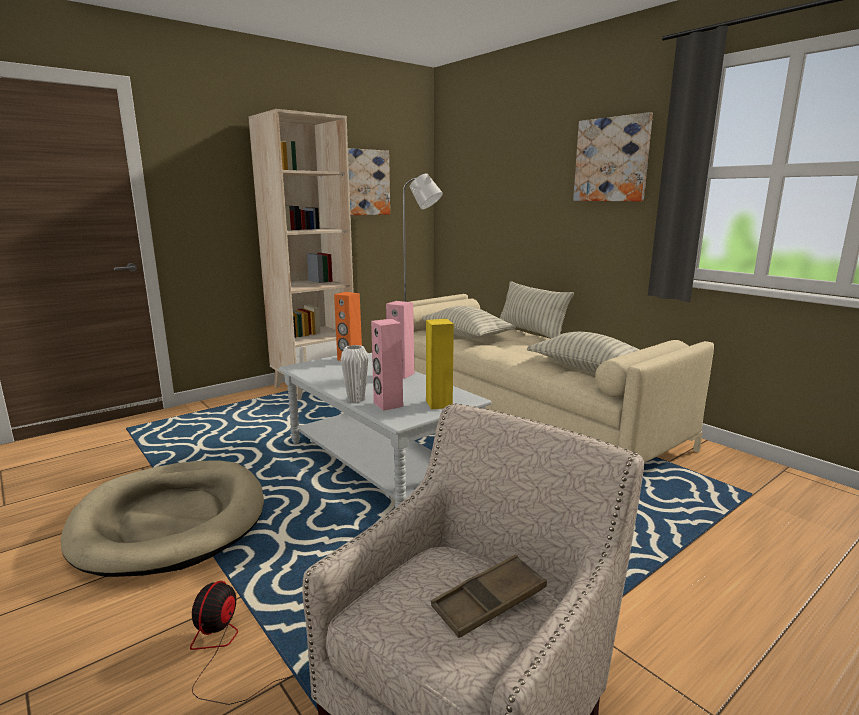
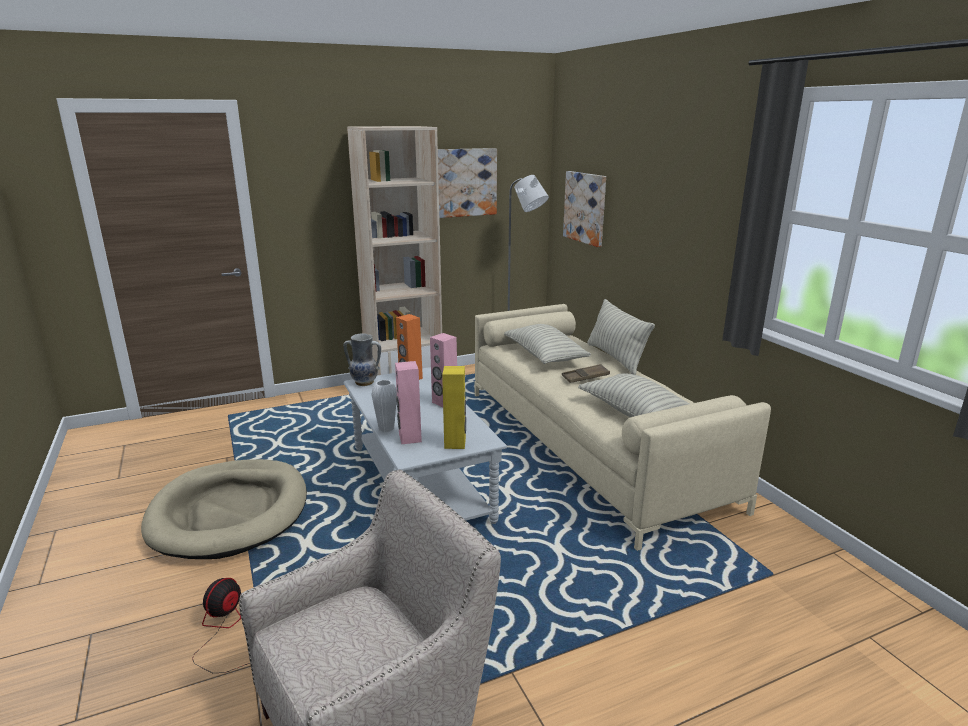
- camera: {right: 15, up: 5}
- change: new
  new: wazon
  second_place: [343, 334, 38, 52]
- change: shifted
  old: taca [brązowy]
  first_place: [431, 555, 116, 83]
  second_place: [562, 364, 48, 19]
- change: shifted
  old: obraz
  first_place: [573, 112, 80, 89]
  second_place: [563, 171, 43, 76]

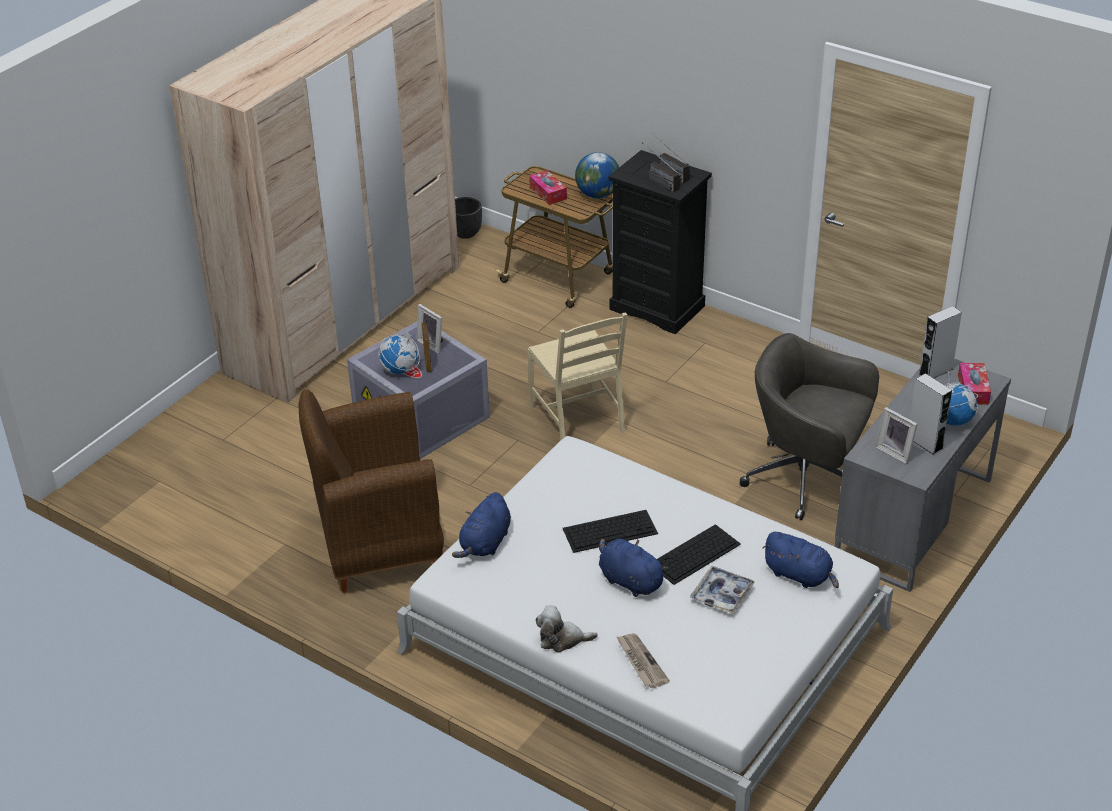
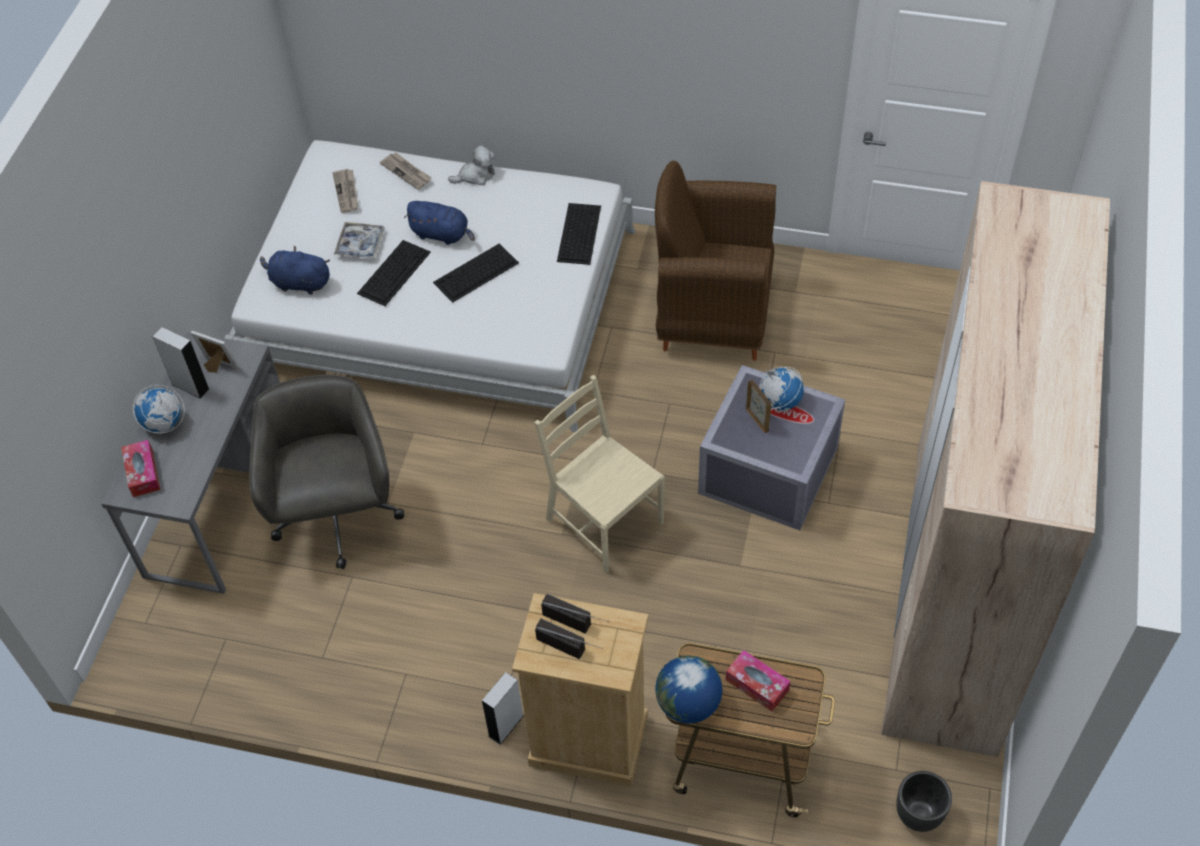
- camera: {right: 160, up: 15}
- change: rotated
  old: krzesło biurowe [szary]
  first_place: [740, 333, 139, 187]
  second_place: [249, 374, 155, 195]
  degrees: -105
- change: new
  new: gazeta
  second_place: [333, 169, 25, 44]
- change: shifted
  old: głośnik [szary]
  first_place: [918, 306, 44, 72]
  second_place: [482, 672, 42, 73]
- change: repainted
  old: komoda [czarny]
  new: komoda [beżowy]
  first_place: [608, 150, 104, 184]
  second_place: [512, 593, 136, 194]
- change: swapped
  old: pluszak [niebieski]
  new: klawiatura
  first_place: [452, 492, 59, 66]
  second_place: [557, 203, 44, 62]
- change: rotated
  old: fotel [brązowy]
  first_place: [298, 389, 146, 204]
  second_place: [655, 160, 121, 201]
  degrees: -135
- change: gone
  old: ramka na zdjęcie
  first_place: [416, 304, 27, 50]

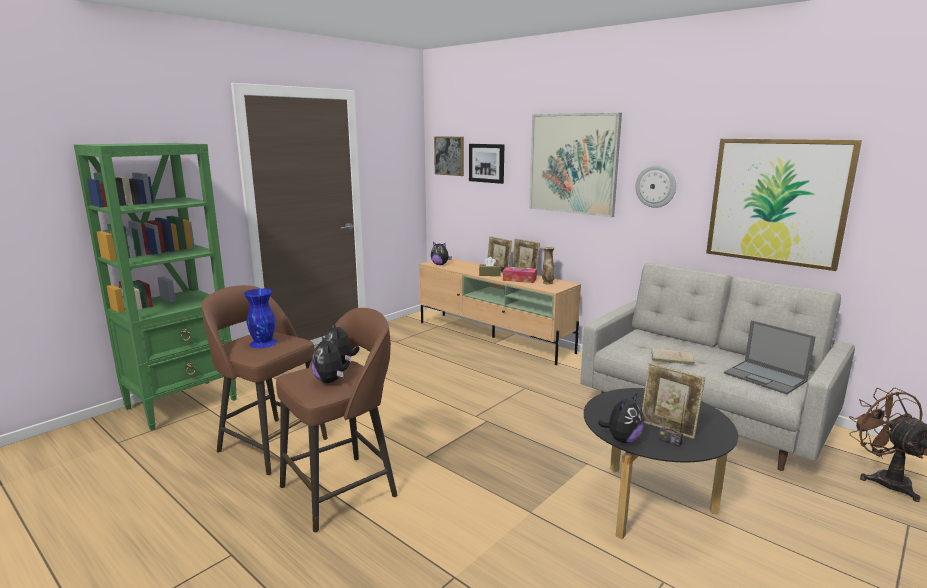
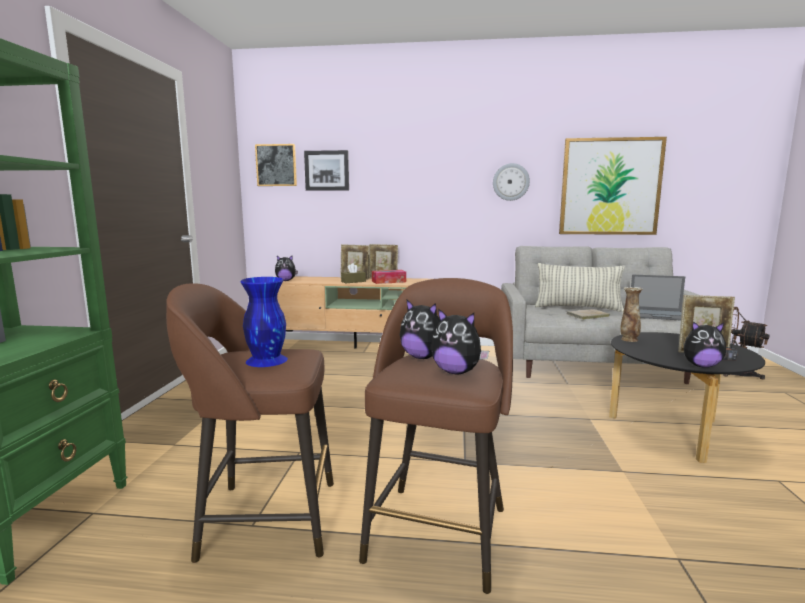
- camera: {right: -35, up: -5}
- change: new
  new: poduszka
  second_place: [535, 263, 90, 49]
- change: shifted
  old: wazon
  first_place: [542, 246, 13, 38]
  second_place: [620, 287, 23, 55]
- change: rotated
  old: pluszak
  first_place: [598, 392, 46, 51]
  second_place: [684, 321, 42, 47]
  degrees: 90
- change: gone
  old: obraz
  first_place: [529, 113, 93, 104]

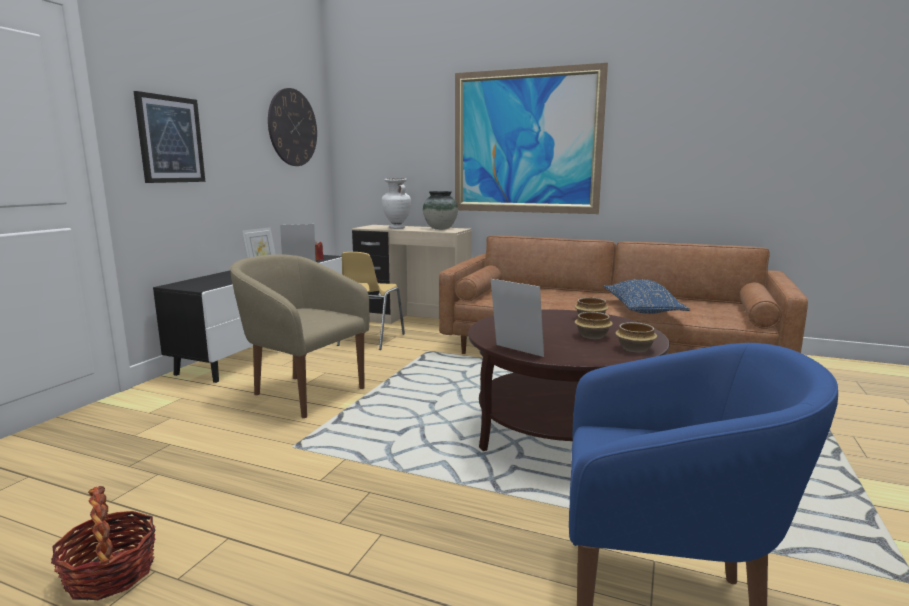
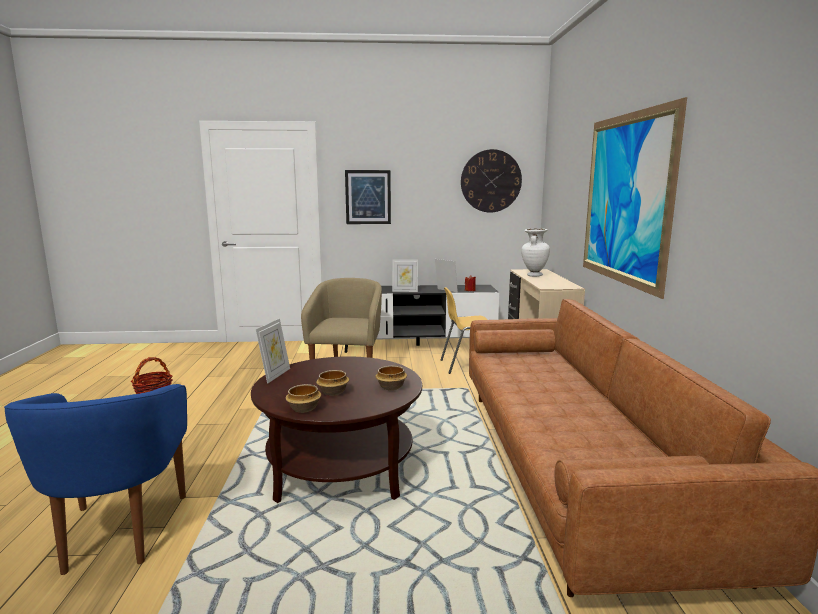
- camera: {right: 65, up: 0}
- change: gone
  old: wazon
  first_place: [423, 191, 35, 39]
- change: gone
  old: poduszka [niebieski]
  first_place: [604, 279, 86, 35]

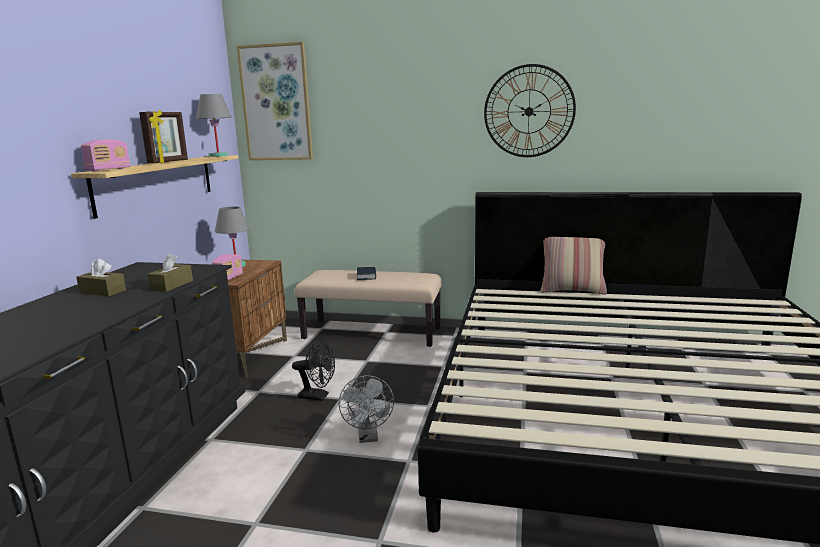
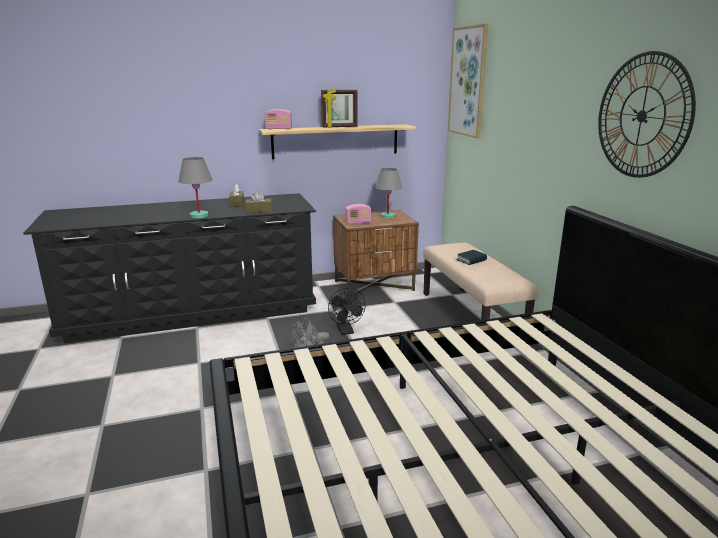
- camera: {right: 60, up: 5}
- change: shifted
  old: lampa stołowa [szary]
  first_place: [196, 94, 36, 63]
  second_place: [178, 157, 35, 61]
- change: gone
  old: poduszka
  first_place: [540, 237, 67, 58]

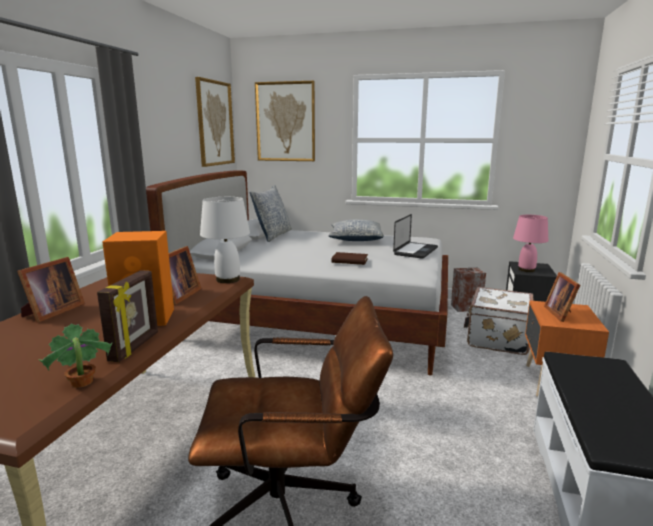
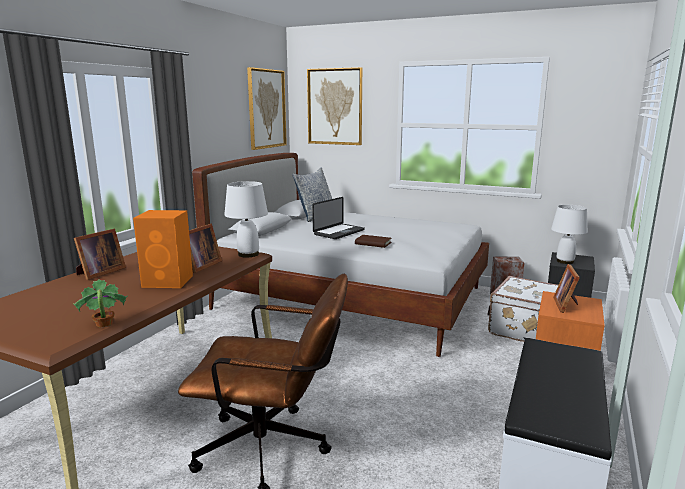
- camera: {right: 10, up: 0}
- change: shifted
  old: laptop
  first_place: [393, 214, 45, 45]
  second_place: [312, 197, 53, 42]
- change: repainted
  old: lampa stołowa [różowy]
  new: lampa stołowa [biały]
  first_place: [513, 215, 35, 57]
  second_place: [551, 205, 37, 59]
- change: gone
  old: ramka na zdjęcie
  first_place: [97, 270, 61, 92]
- change: gone
  old: poduszka
  first_place: [328, 219, 56, 22]

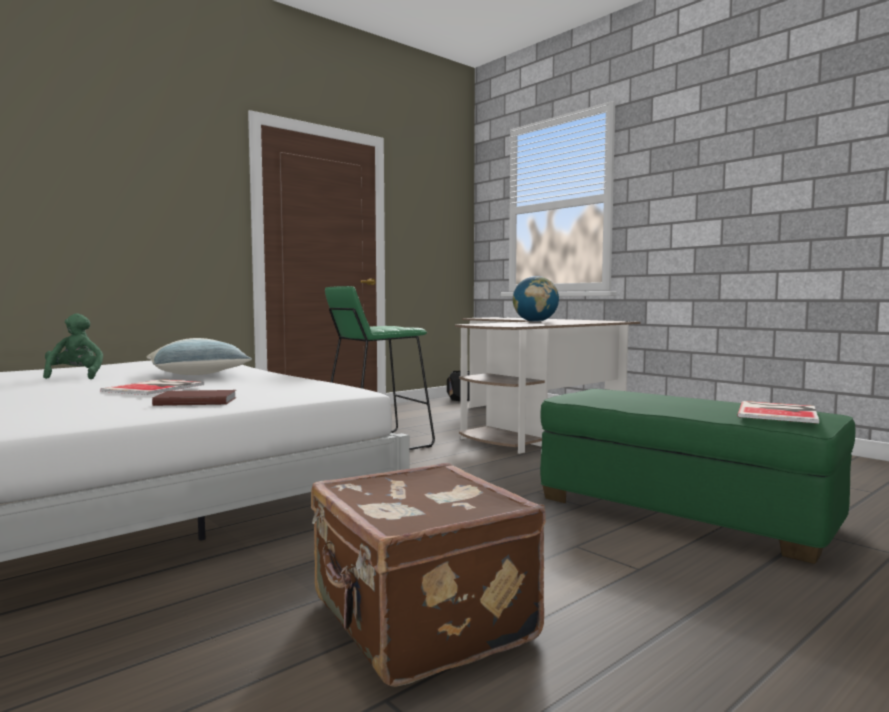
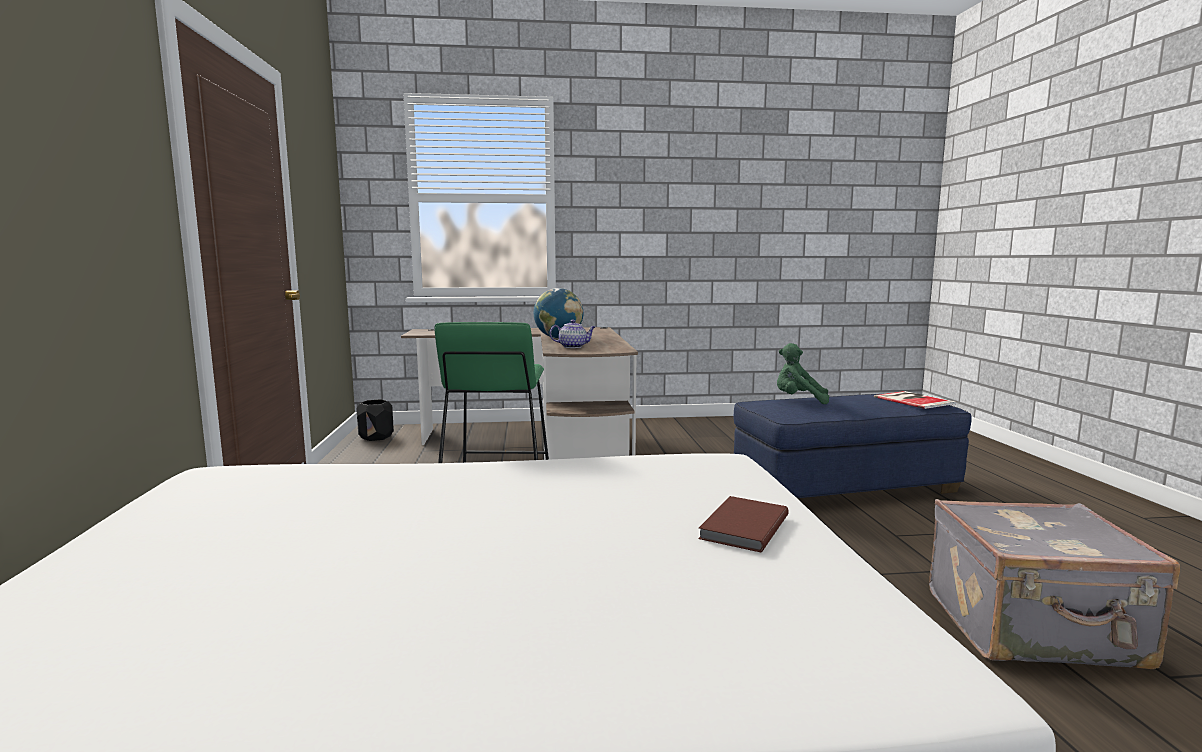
- camera: {right: -55, up: 5}
- change: new
  new: imbryk
  second_place: [550, 320, 45, 28]
- change: repainted
  old: pufa [zielony]
  new: pufa [niebieski]
  first_place: [540, 389, 316, 175]
  second_place: [734, 394, 238, 105]
- change: shifted
  old: pluszak [zielony]
  first_place: [43, 313, 60, 66]
  second_place: [777, 343, 52, 61]
- change: repainted
  old: walizka [brązowy]
  new: walizka [szary]
  first_place: [311, 463, 235, 224]
  second_place: [929, 499, 251, 170]
- change: gone
  old: książka
  first_place: [100, 379, 104, 16]
- change: gone
  old: poduszka
  first_place: [147, 338, 105, 37]

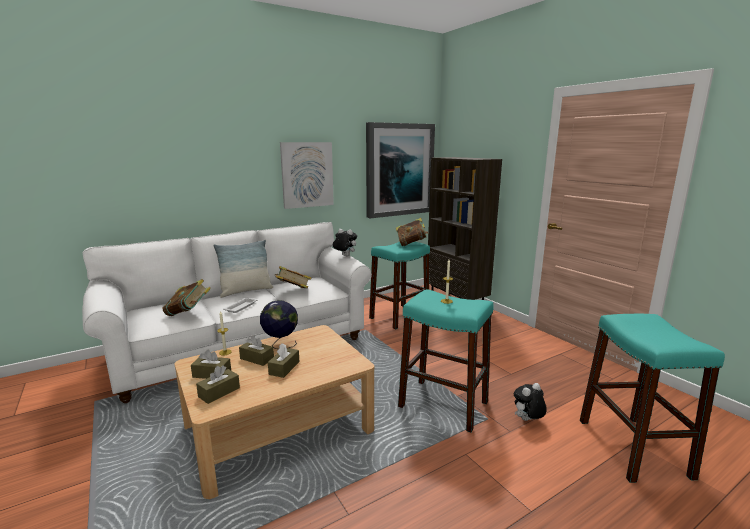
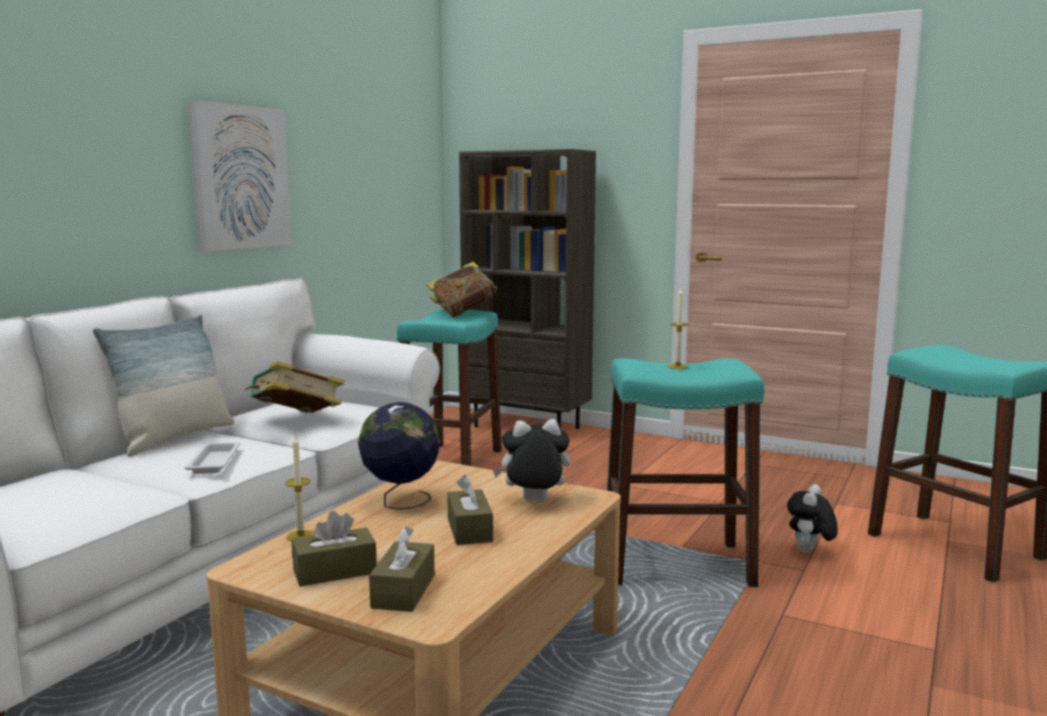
- camera: {right: -30, up: -5}
- change: shifted
  old: pluszak
  first_place: [333, 229, 24, 28]
  second_place: [492, 419, 78, 83]
- change: gone
  old: książka
  first_place: [162, 279, 49, 37]
- change: gone
  old: pudełko chusteczek [brązowy]
  first_place: [239, 335, 35, 31]
- change: gone
  old: obraz
  first_place: [366, 122, 69, 96]

